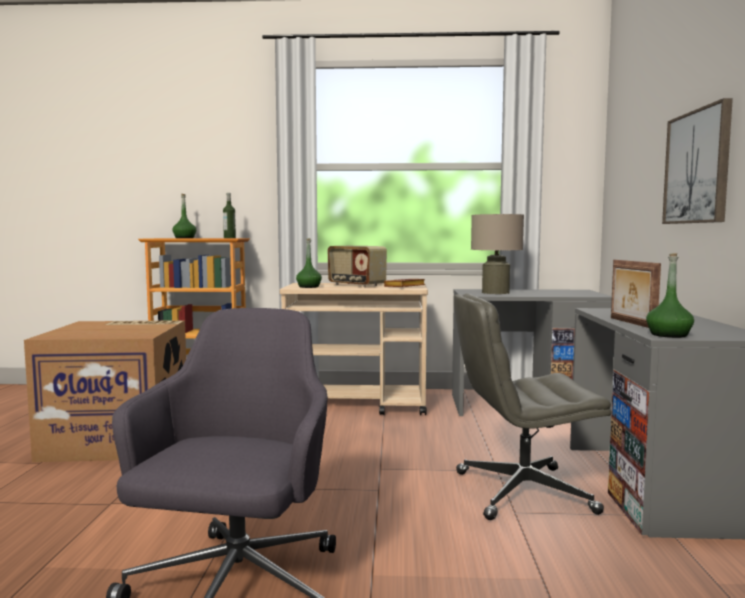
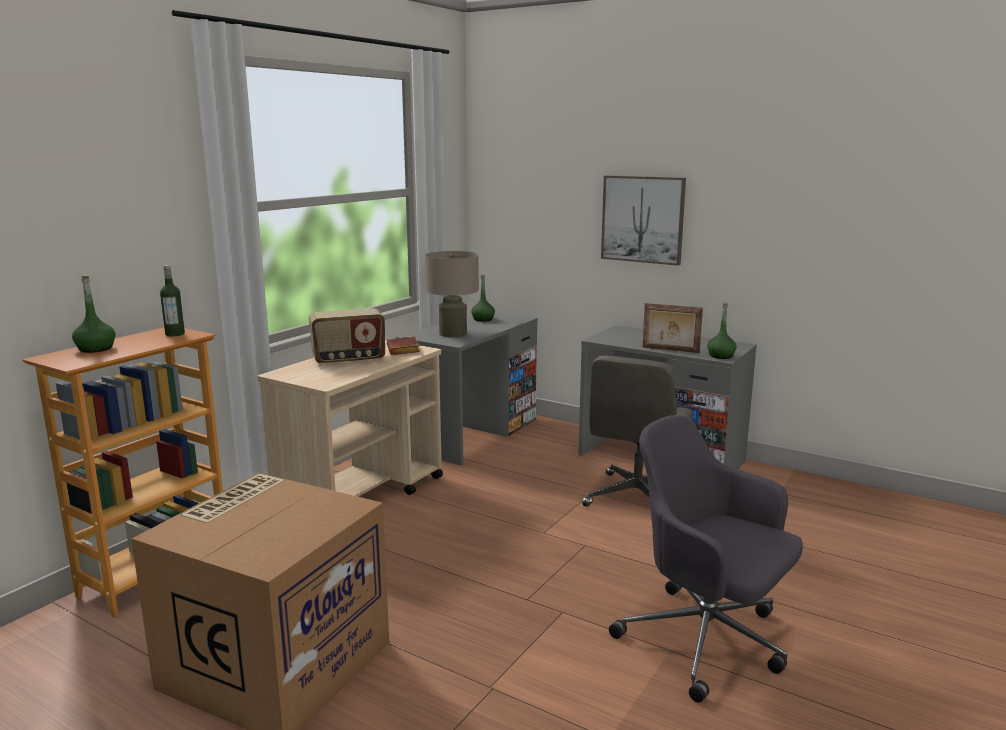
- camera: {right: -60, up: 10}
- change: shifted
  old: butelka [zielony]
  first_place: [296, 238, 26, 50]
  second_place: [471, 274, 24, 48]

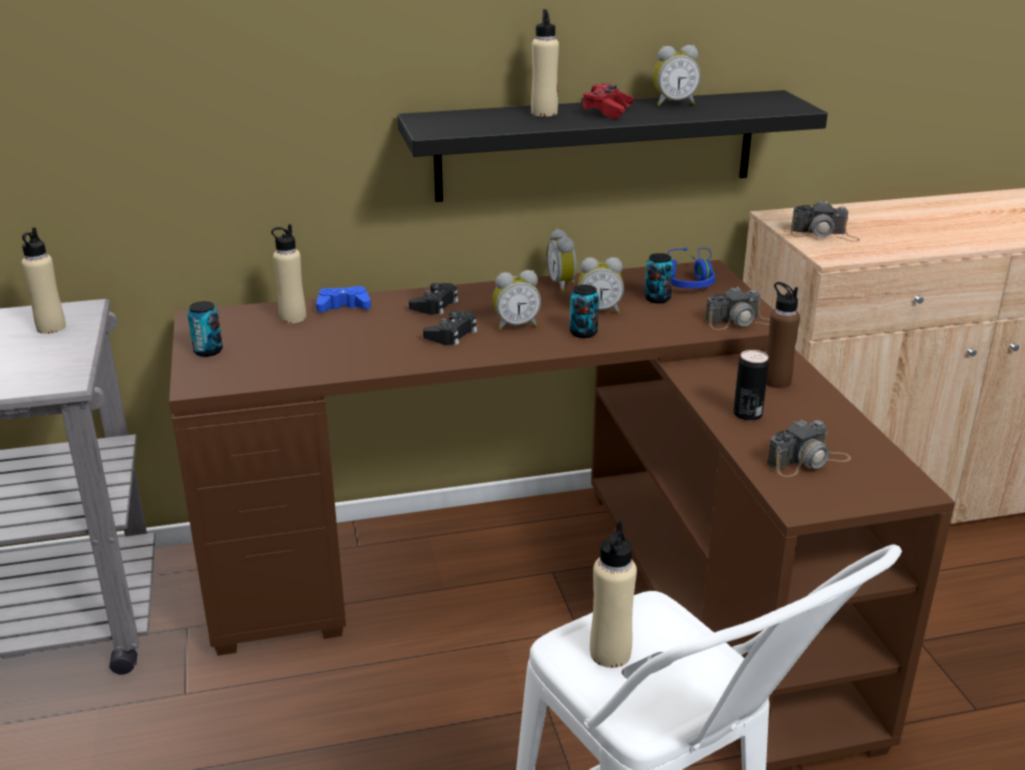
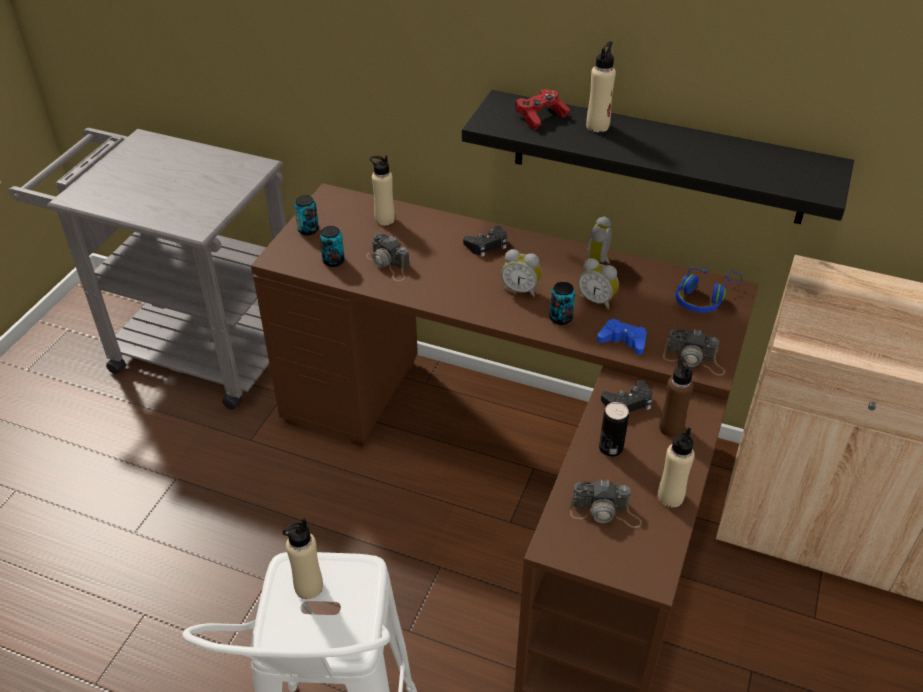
- camera: {right: 35, up: 15}
- change: shifted
  old: puszka
  first_place: [645, 253, 28, 50]
  second_place: [320, 226, 25, 41]
- change: shifted
  old: aparat fotograficzny
  first_place: [790, 200, 70, 42]
  second_place: [366, 233, 43, 48]
- change: shifted
  old: pad do gier [czerwony]
  first_place: [582, 84, 52, 35]
  second_place: [515, 89, 55, 41]
- change: shifted
  old: pad do gier [niebieski]
  first_place: [316, 286, 55, 26]
  second_place: [597, 319, 50, 36]
- change: shifted
  old: pad do gier [czarny]
  first_place: [423, 311, 54, 35]
  second_place: [601, 380, 52, 32]
- change: shifted
  old: butelka [beżowy]
  first_place: [22, 227, 44, 107]
  second_place: [658, 427, 37, 81]
- change: gone
  old: budzik
  first_place: [653, 45, 48, 61]

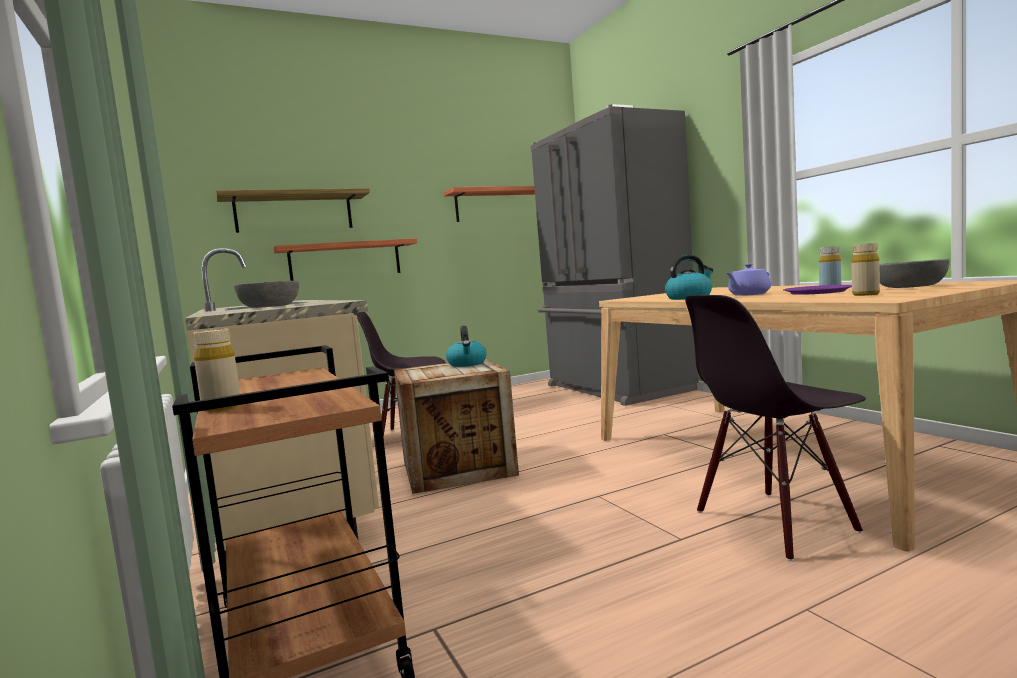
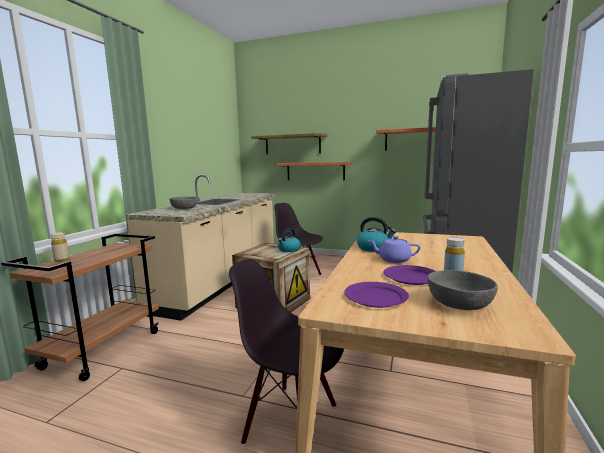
- camera: {right: 45, up: 5}
- change: swapped
  old: butelka [beżowy]
  new: talerz [fioletowy]
  first_place: [851, 243, 29, 53]
  second_place: [344, 282, 65, 26]

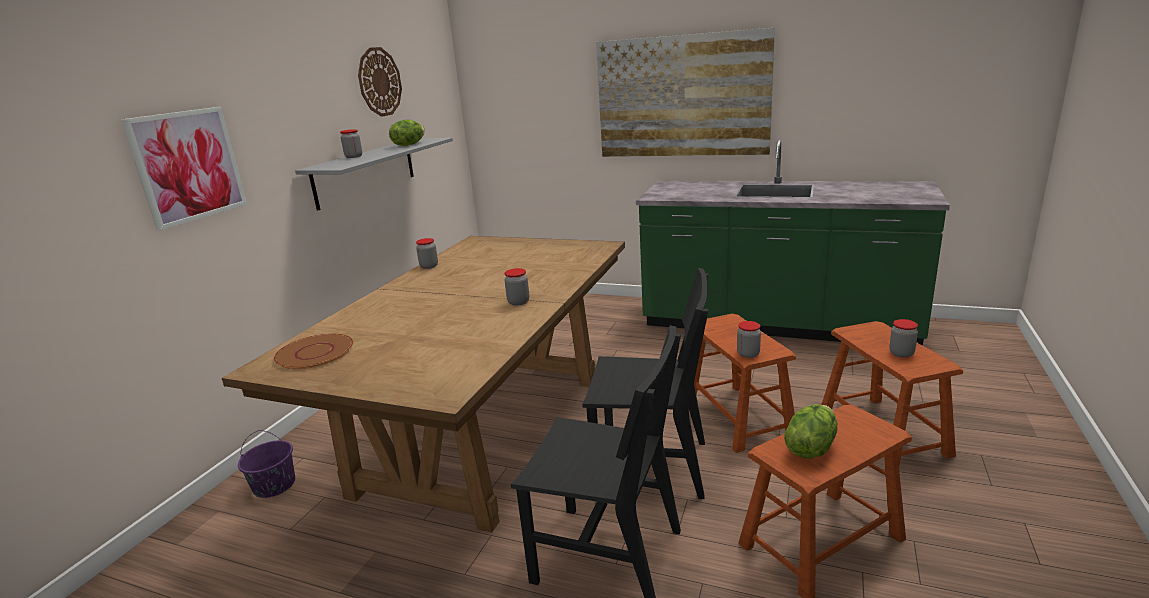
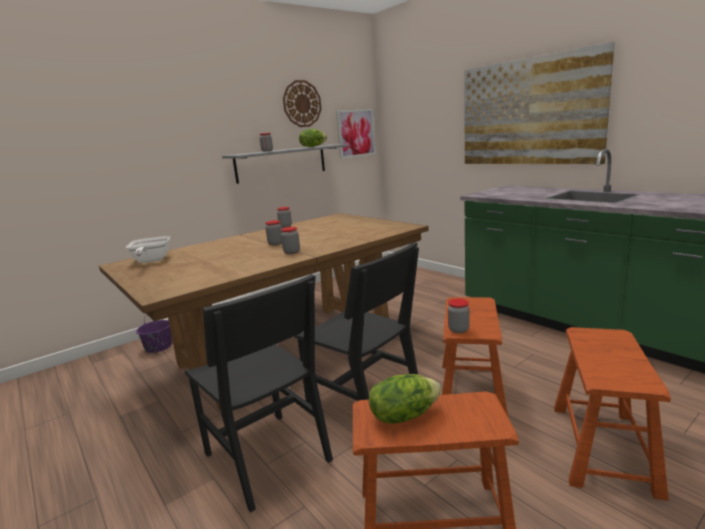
- camera: {right: 30, up: -5}
- change: swapped
  old: talerz [brązowy]
  new: patelnia
  first_place: [273, 333, 80, 36]
  second_place: [126, 236, 44, 27]
- change: shifted
  old: słoik
  first_place: [889, 319, 29, 39]
  second_place: [265, 220, 17, 25]
- change: shifted
  old: obraz
  first_place: [121, 107, 126, 123]
  second_place: [336, 109, 40, 50]

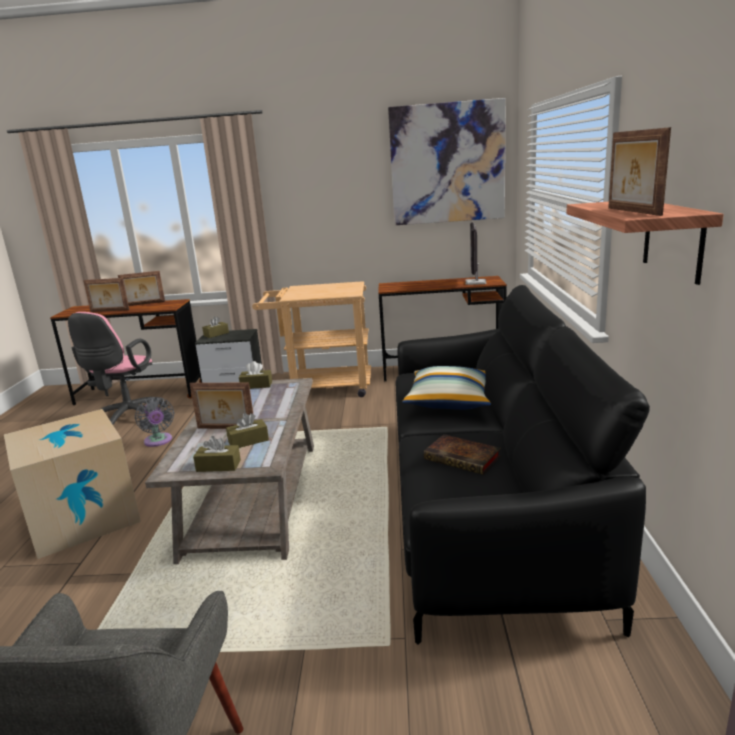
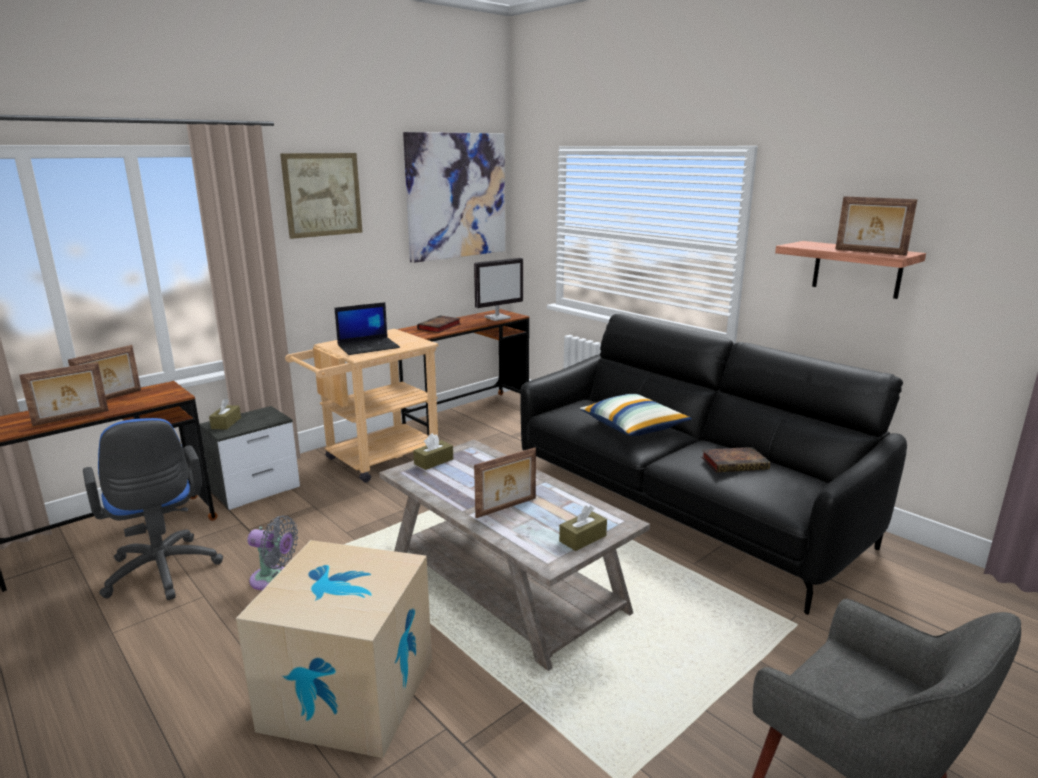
- camera: {right: -45, up: 0}
- change: repainted
  old: krzesło biurowe [różowy]
  new: krzesło biurowe [niebieski]
  first_place: [68, 312, 99, 113]
  second_place: [83, 418, 140, 182]
- change: new
  new: obraz
  second_place: [280, 153, 82, 86]
- change: new
  new: laptop
  second_place: [335, 302, 65, 53]
- change: new
  new: książka
  second_place: [417, 315, 44, 18]
- change: rotated
  old: monitor
  first_place: [465, 222, 21, 63]
  second_place: [474, 258, 49, 63]
  degrees: -90
- change: gone
  old: pudełko chusteczek [brązowy]
  first_place: [226, 413, 43, 35]

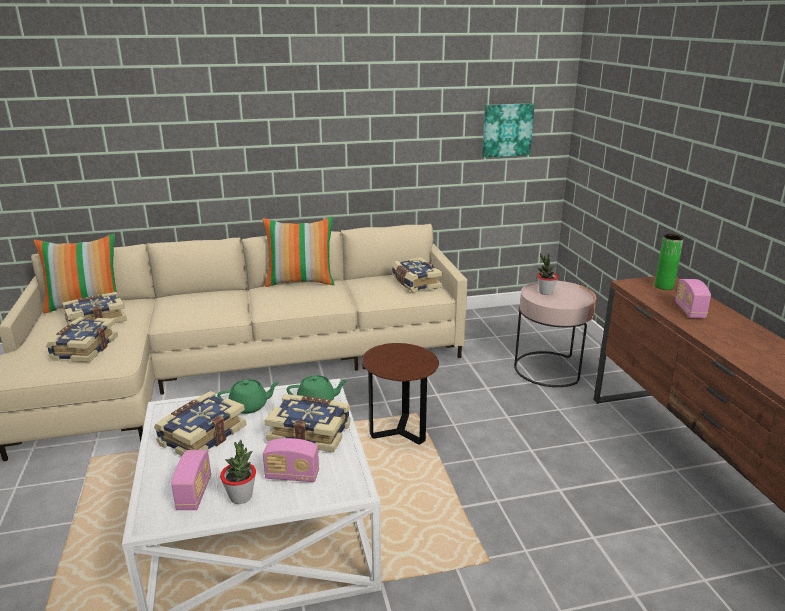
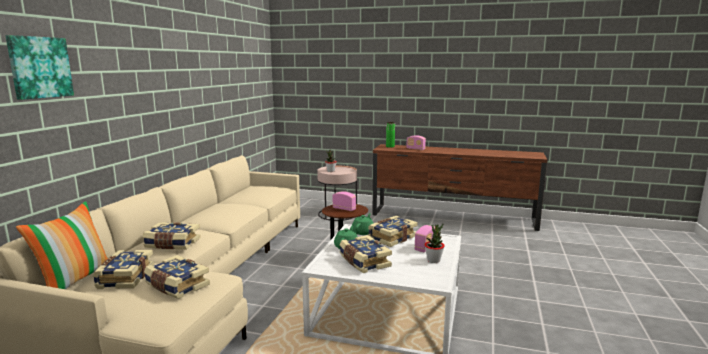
- camera: {right: -60, up: -10}
- change: shifted
  old: obraz
  first_place: [482, 103, 53, 54]
  second_place: [6, 35, 68, 65]
- change: shifted
  old: książka
  first_place: [392, 257, 50, 35]
  second_place: [143, 222, 57, 27]
- change: shifted
  old: radio
  first_place: [171, 450, 40, 60]
  second_place: [332, 191, 24, 20]
- change: gone
  old: poduszka
  first_place: [263, 217, 72, 70]

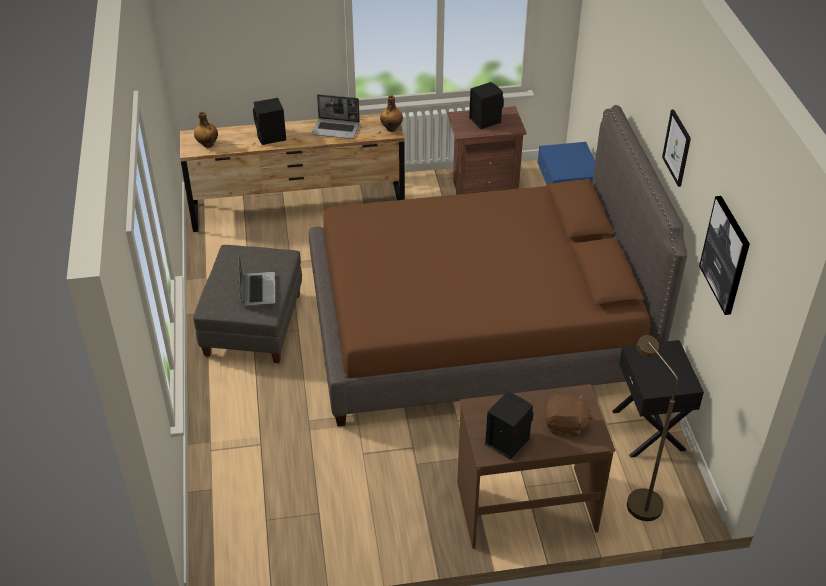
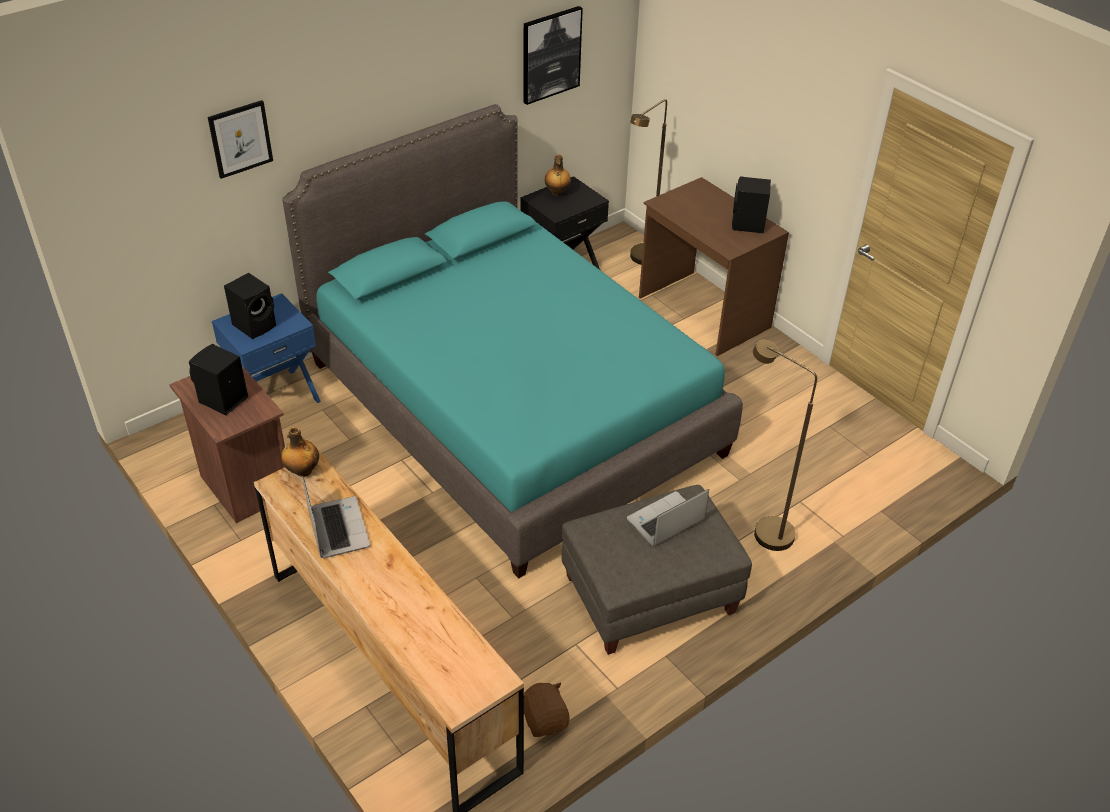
- camera: {right: -120, up: 0}
- change: shifted
  old: obraz
  first_place: [662, 109, 29, 78]
  second_place: [208, 100, 65, 79]
- change: shifted
  old: głośnik [czarny]
  first_place: [253, 98, 33, 47]
  second_place: [224, 273, 52, 66]
- change: repainted
  old: łóżko [brązowy]
  new: łóżko [turkusowy]
  first_place: [309, 105, 378, 322]
  second_place: [282, 104, 461, 474]
- change: shifted
  old: pluszak [brązowy]
  first_place: [543, 394, 50, 43]
  second_place: [524, 682, 45, 55]
- change: shifted
  old: butelka
  first_place: [194, 112, 24, 36]
  second_place: [545, 155, 26, 41]
- change: new
  new: lampa stojąca [brązowy]
  second_place: [753, 339, 64, 212]

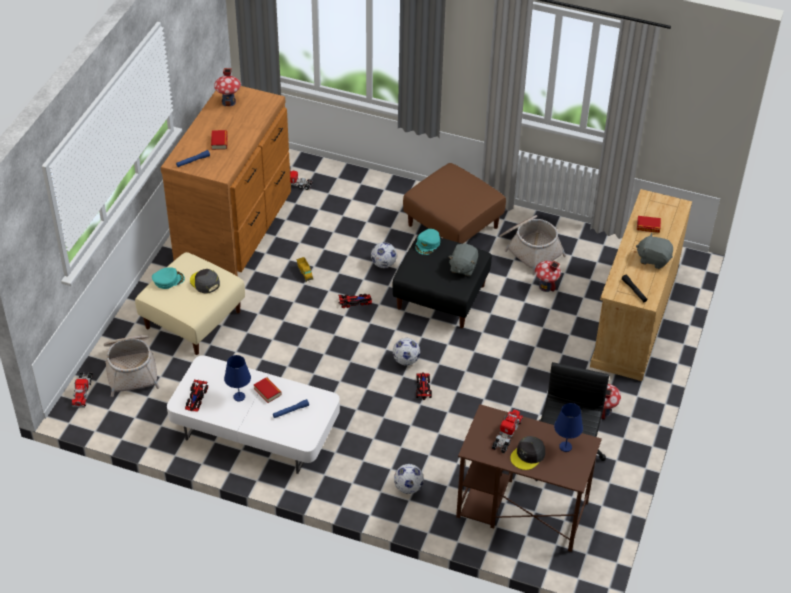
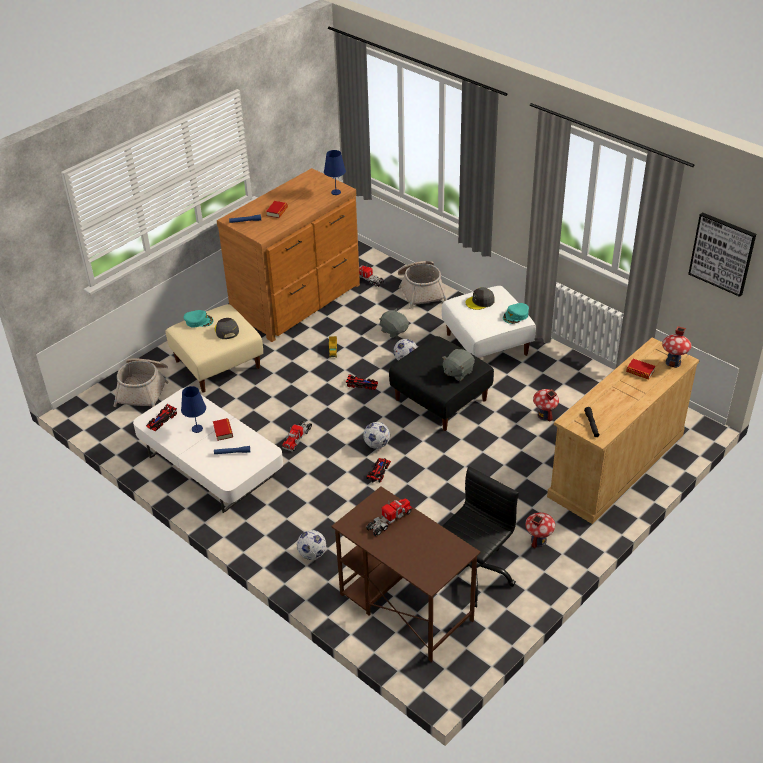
- camera: {right: 25, up: -5}
- change: shifted
  old: ciężarówka zabawkowa
  first_place: [72, 372, 21, 36]
  second_place: [282, 421, 30, 31]
- change: shifted
  old: lampa stołowa [niebieski]
  first_place: [554, 403, 29, 49]
  second_place: [324, 150, 22, 45]
- change: shifted
  old: pluszak [szary]
  first_place: [636, 233, 37, 36]
  second_place: [379, 308, 30, 30]
- change: shifted
  old: koszyk
  first_place: [499, 215, 67, 60]
  second_place: [398, 261, 49, 48]
- change: repainted
  old: pufa [brązowy]
  new: pufa [biały]
  first_place: [403, 163, 103, 81]
  second_place: [442, 286, 94, 72]
- change: shifted
  old: czapka z daszkiem [szary]
  first_place: [510, 436, 35, 34]
  second_place: [465, 287, 29, 23]
- change: shifted
  old: czapka z daszkiem [turkusowy]
  first_place: [415, 229, 25, 26]
  second_place: [503, 303, 26, 21]
- change: shifted
  old: domek
  first_place: [214, 68, 27, 38]
  second_place: [662, 326, 30, 42]
- change: new
  new: obraz
  second_place: [688, 212, 68, 85]

